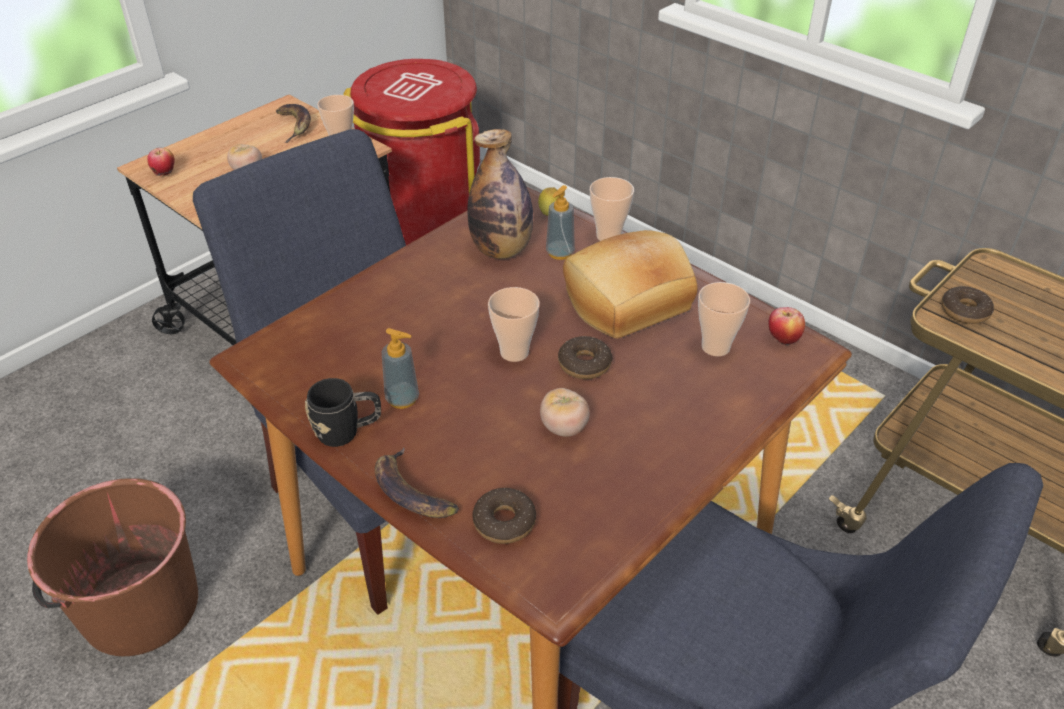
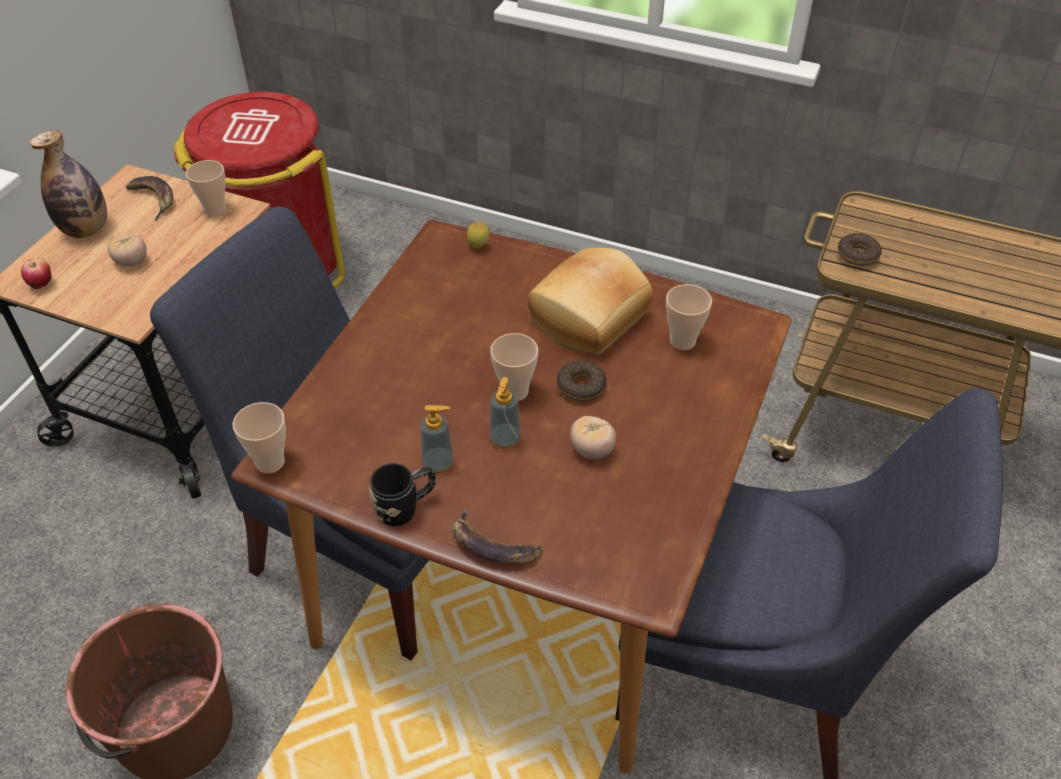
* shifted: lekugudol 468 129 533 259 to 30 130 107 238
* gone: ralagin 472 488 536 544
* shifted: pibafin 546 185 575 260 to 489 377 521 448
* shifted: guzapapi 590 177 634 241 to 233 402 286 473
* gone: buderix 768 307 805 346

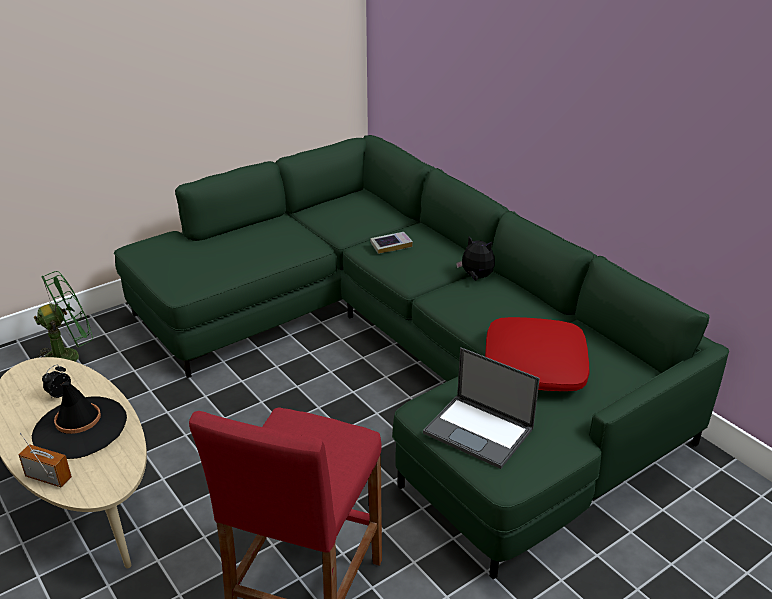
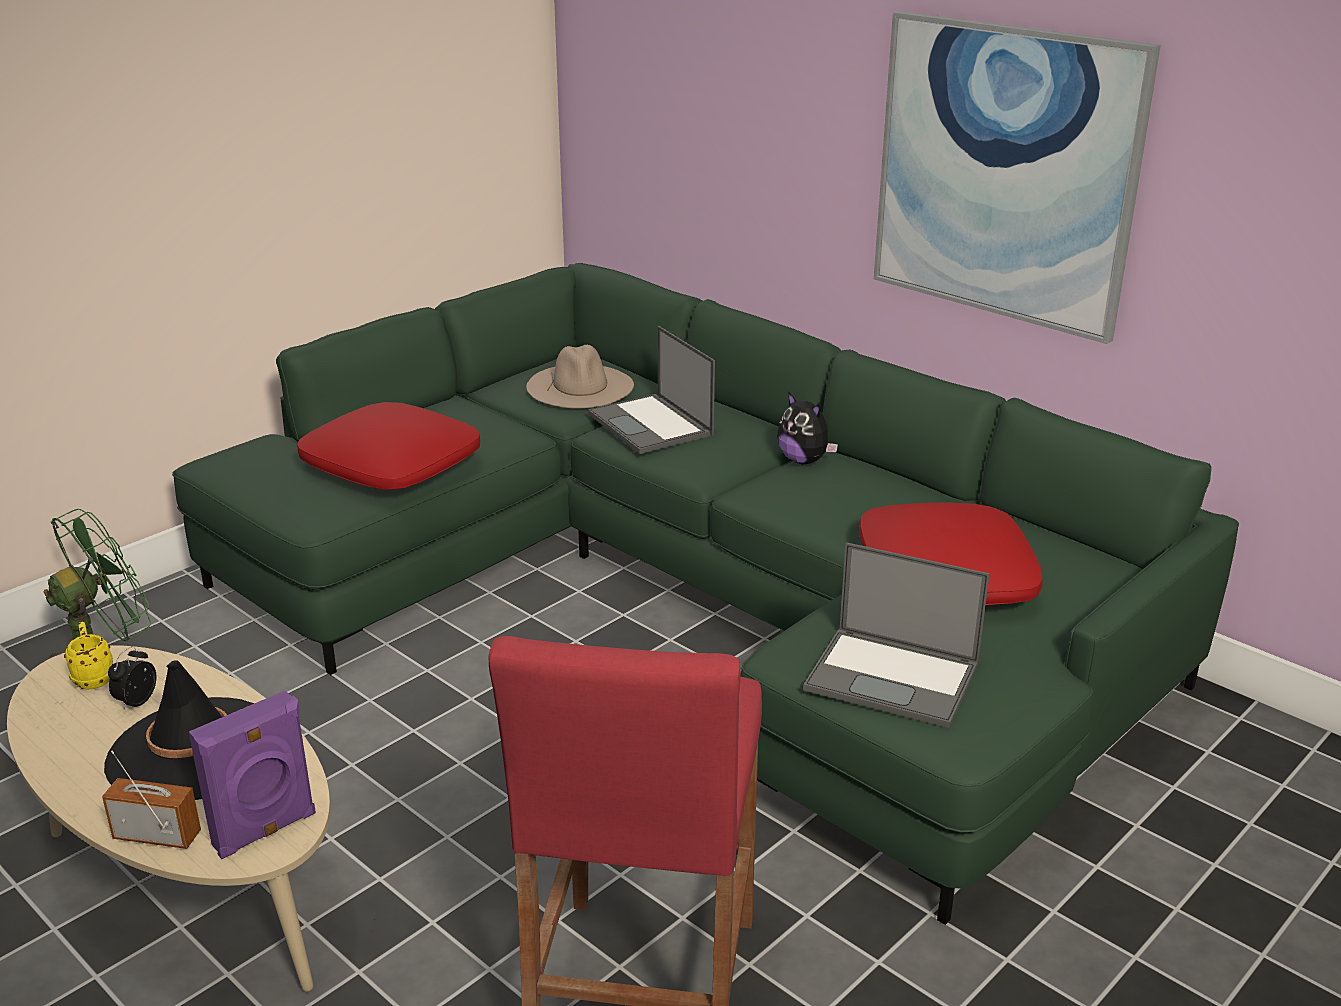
* swapped: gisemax 370 232 413 254 to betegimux 588 326 715 454
* rotated: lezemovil 456 237 495 281 = 777 392 838 464 150 degrees counterclockwise
* new: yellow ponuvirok 64 622 113 689
* new: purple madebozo 189 690 316 859
* new: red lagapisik 297 402 480 490
* new: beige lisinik 526 345 634 409
* new: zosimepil 874 11 1161 344

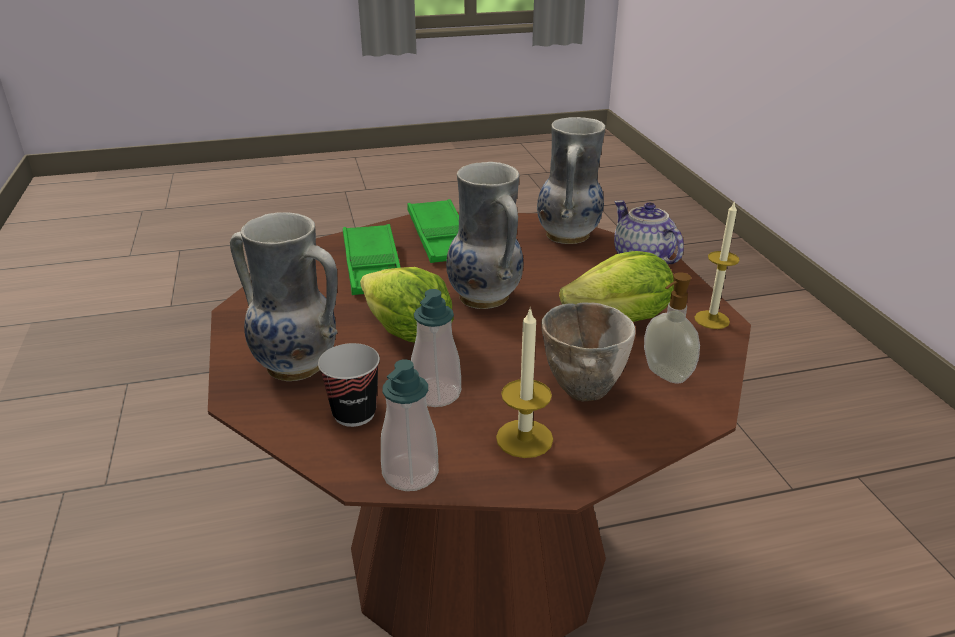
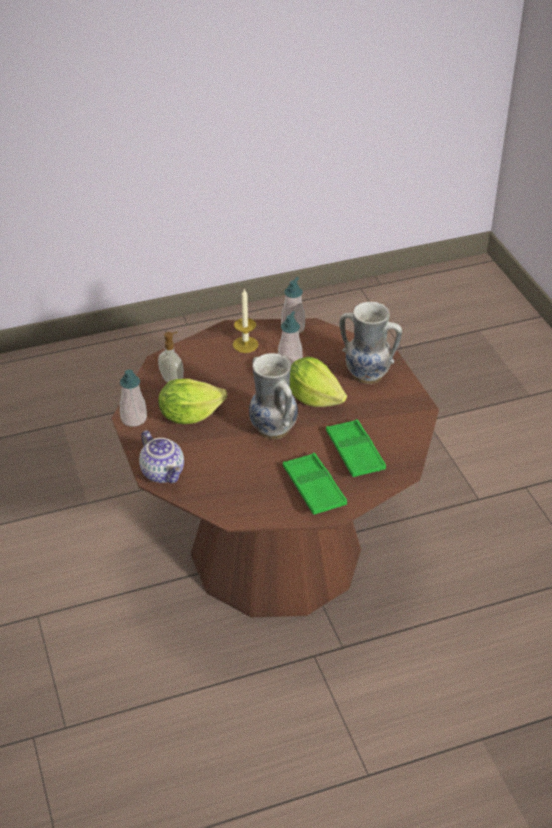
* gone: guzapapi 318 343 380 427
* gone: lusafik 537 117 605 244
* gone: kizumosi 541 302 635 401
* swapped: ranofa 695 201 740 329 to pibafin 120 369 147 427

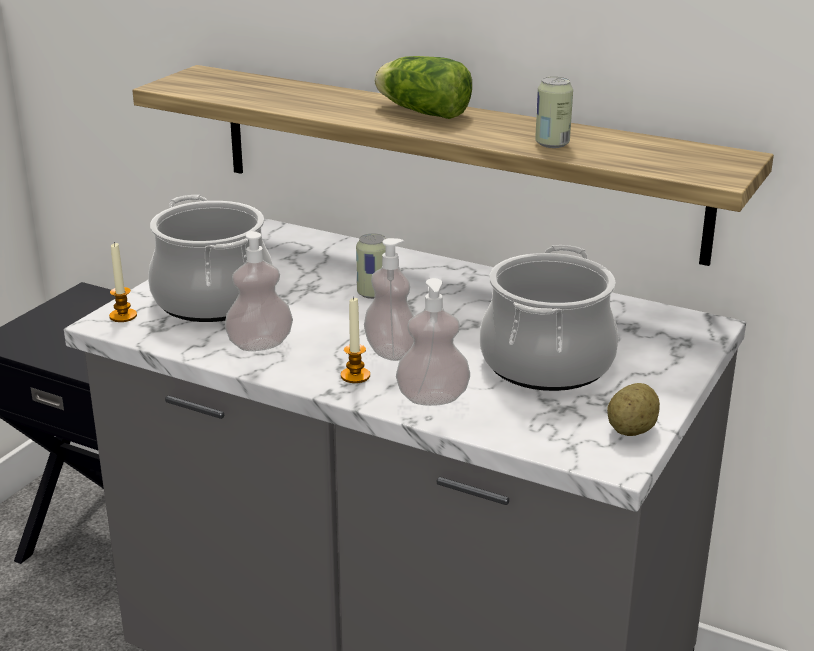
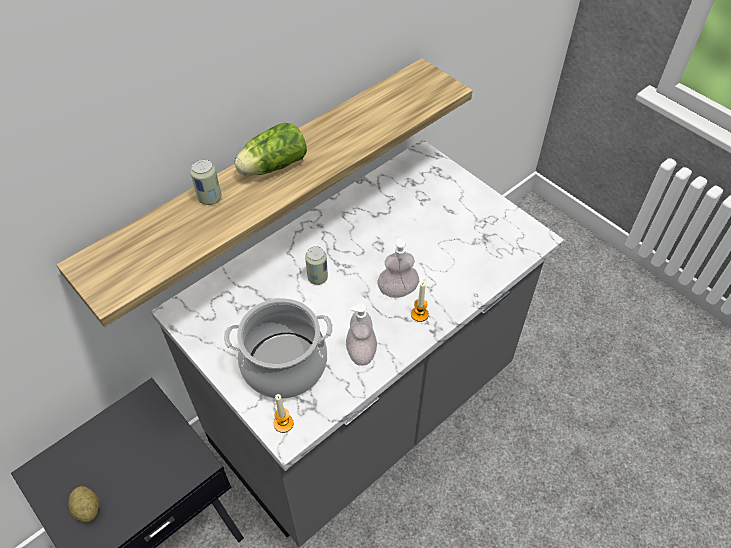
* gone: pibafin 396 278 470 406
* gone: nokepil 480 245 619 391
* shifted: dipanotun 535 77 573 148 to 190 159 222 205
* shifted: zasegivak 607 383 660 436 to 68 486 100 523

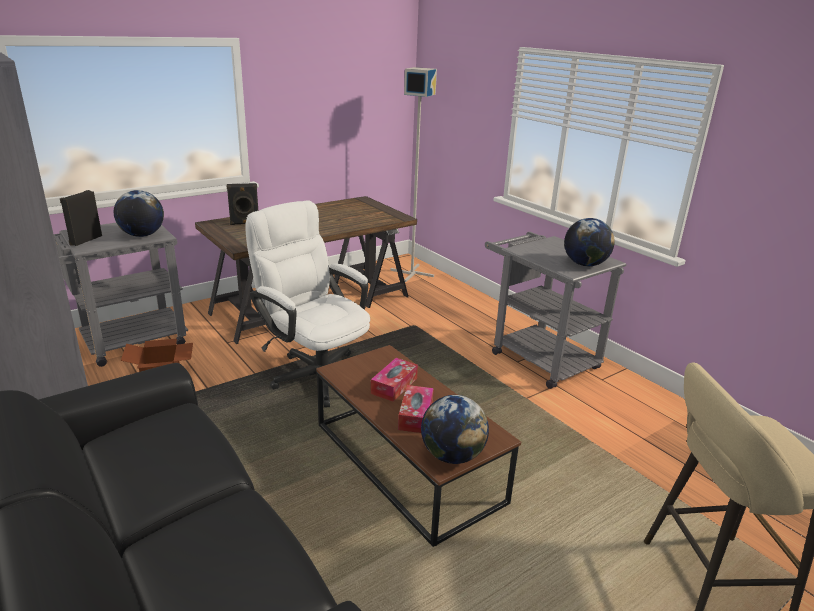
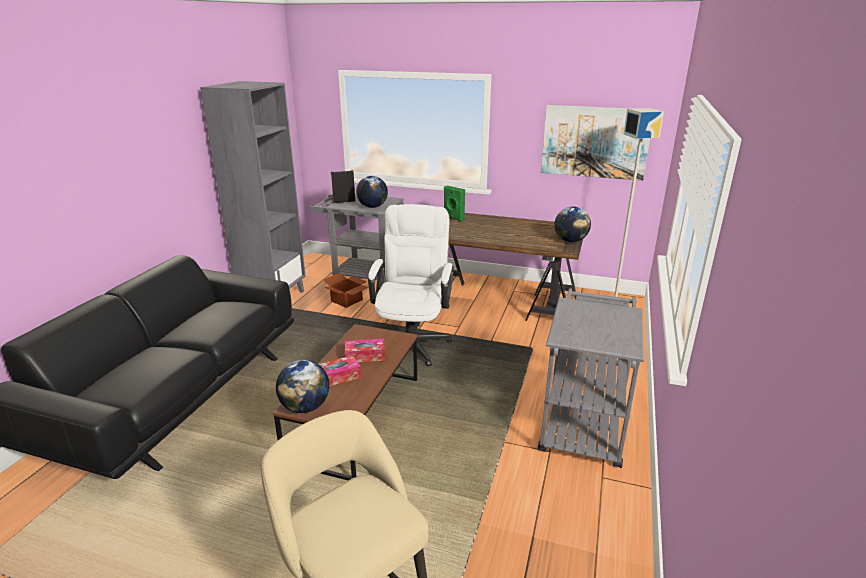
* repainted: black madebozo 226 183 258 225 to green madebozo 444 186 465 221
* shifted: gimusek 564 218 615 266 to 554 207 591 242
* new: zosimepil 541 105 650 181

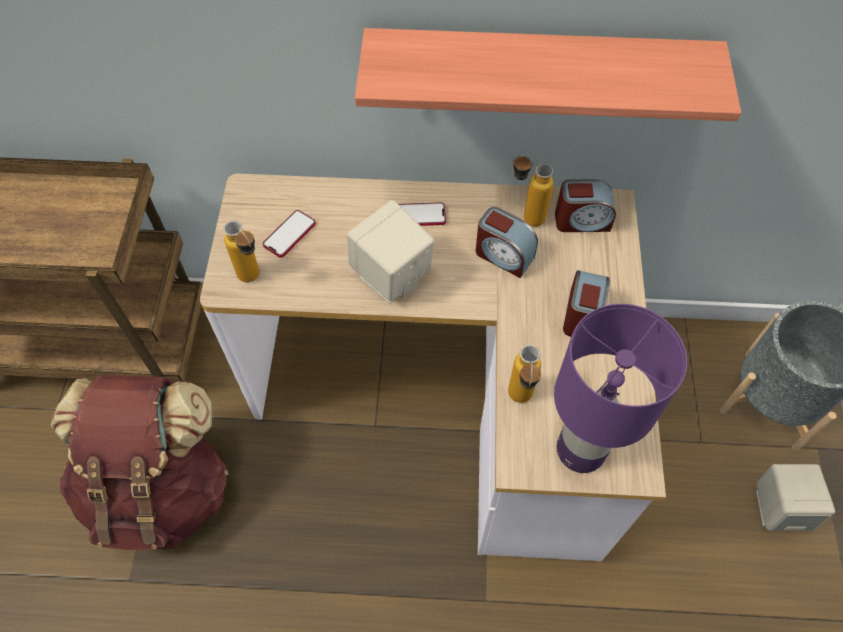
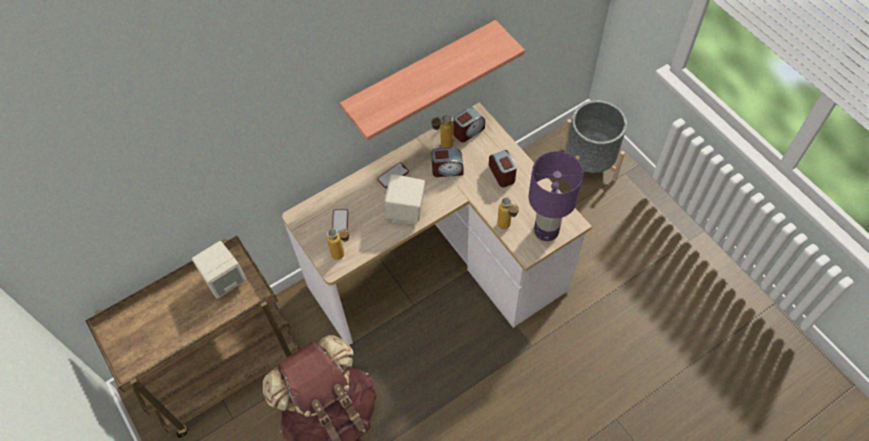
* shifted: beige madebozo 756 464 835 531 to 192 241 246 298

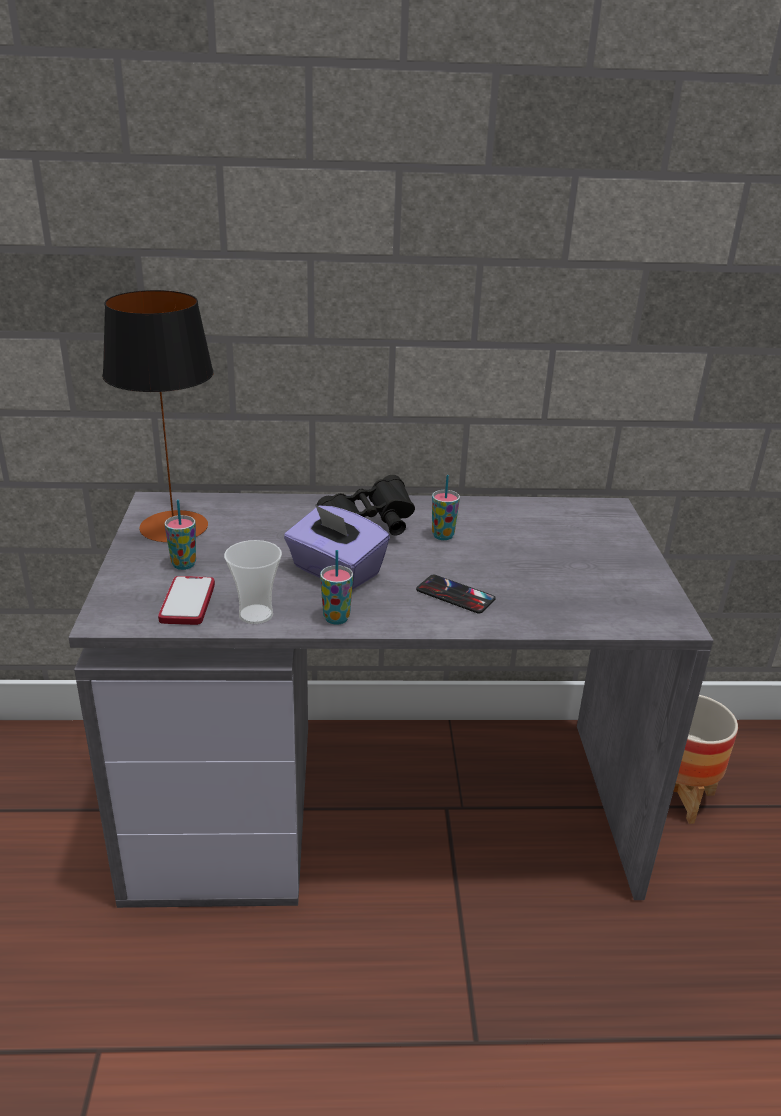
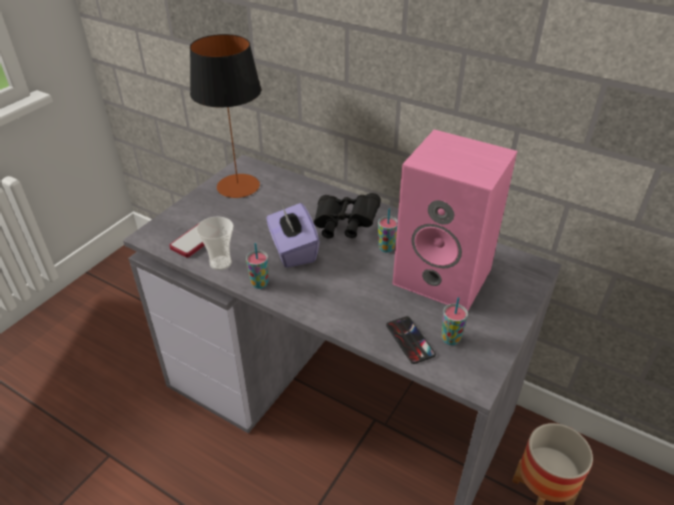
* shifted: guzapapi 165 500 196 570 to 441 297 468 345
* shifted: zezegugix 416 575 496 613 to 386 316 436 364
* new: pink madebozo 392 129 517 311

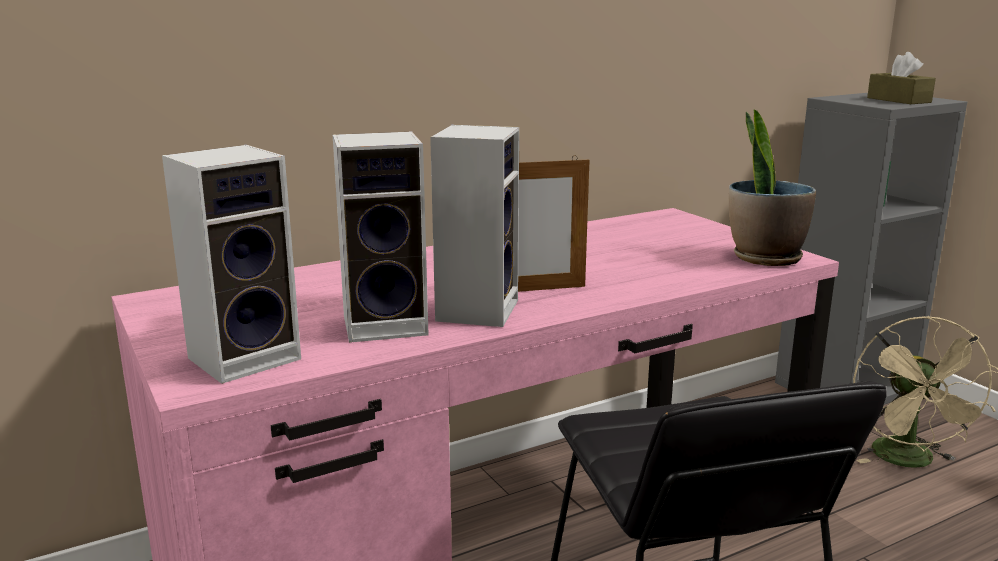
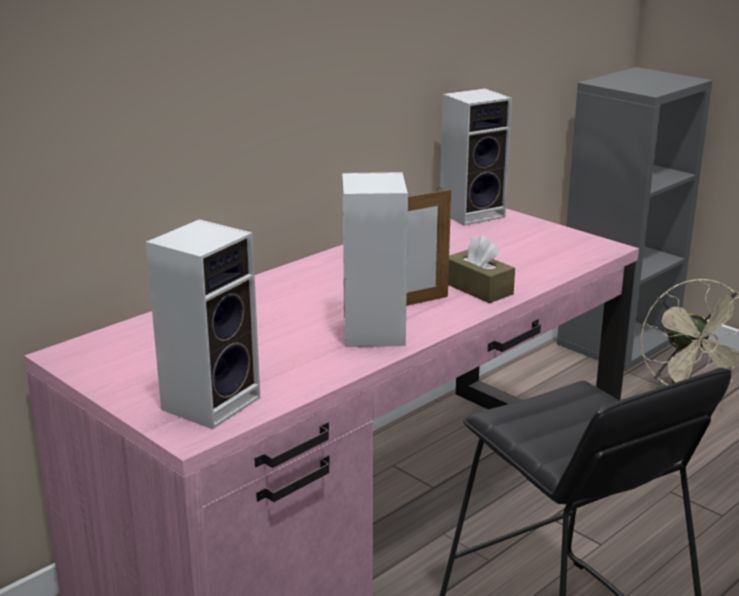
* shifted: madebozo 332 131 429 343 to 440 88 512 226
* gone: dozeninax 729 109 816 266
* shifted: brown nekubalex 867 52 936 104 to 448 235 515 303

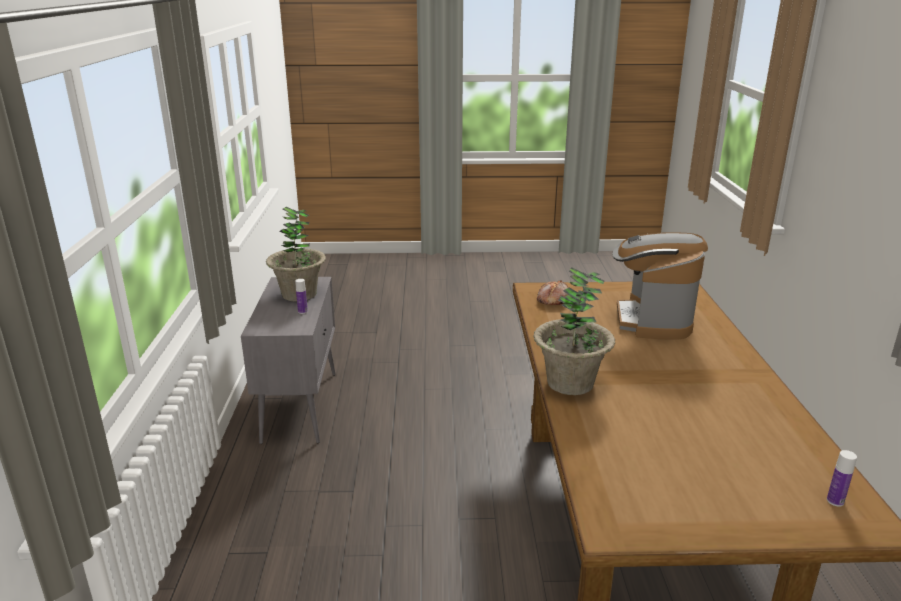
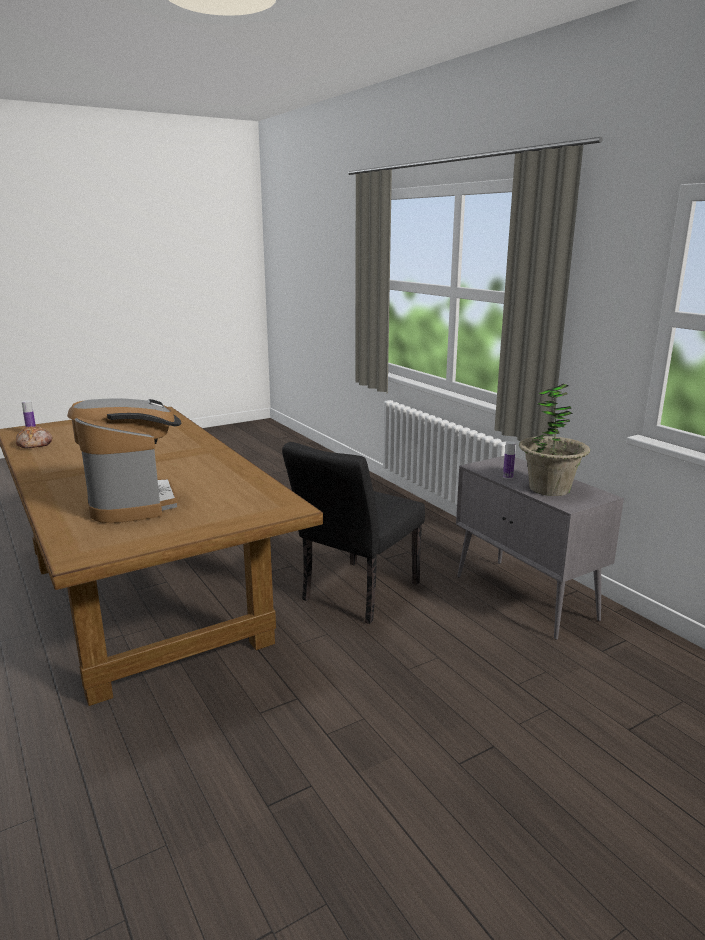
* gone: dozeninax 533 267 615 395
* shifted: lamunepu 537 280 569 305 to 16 426 52 448
* new: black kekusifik 282 442 425 624

